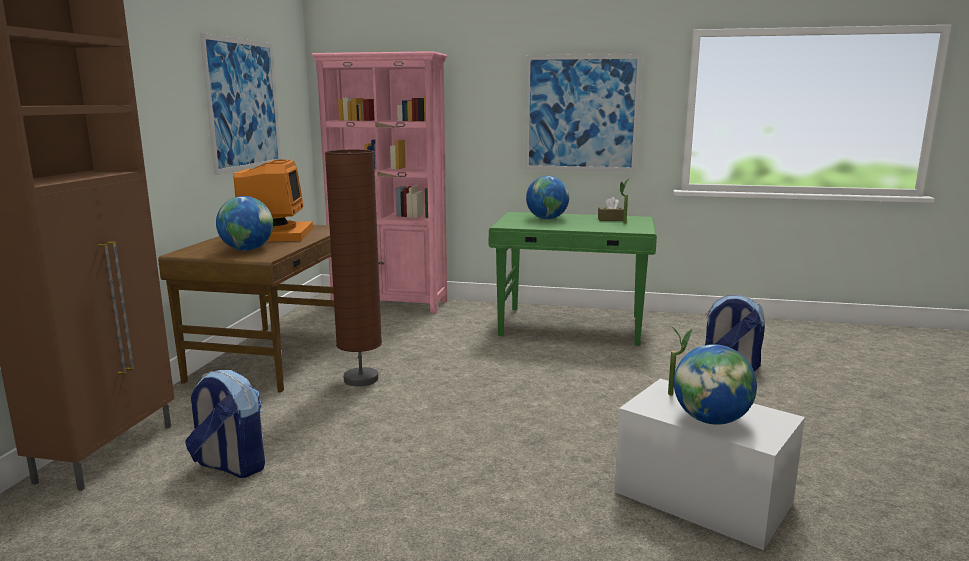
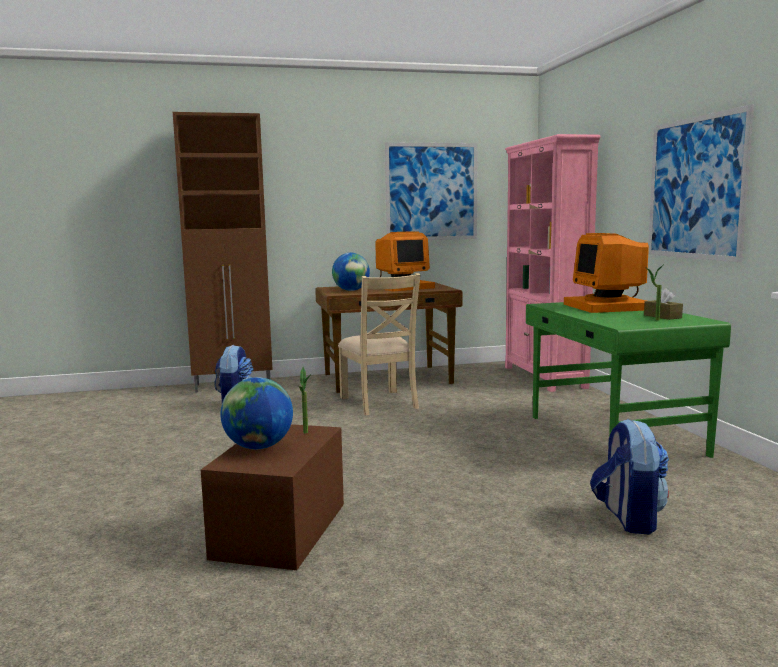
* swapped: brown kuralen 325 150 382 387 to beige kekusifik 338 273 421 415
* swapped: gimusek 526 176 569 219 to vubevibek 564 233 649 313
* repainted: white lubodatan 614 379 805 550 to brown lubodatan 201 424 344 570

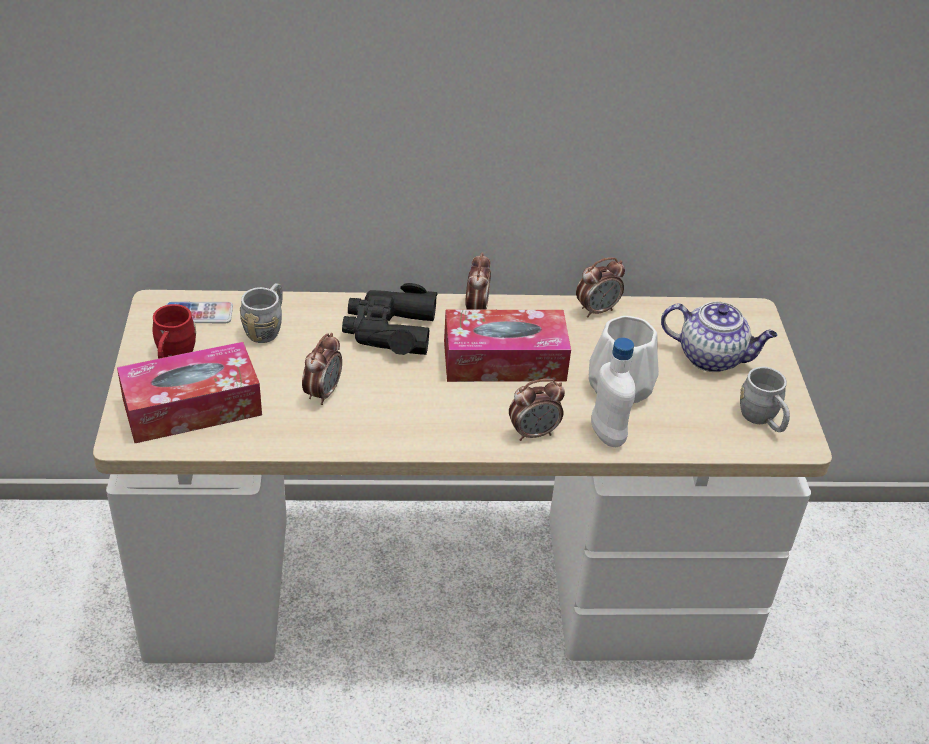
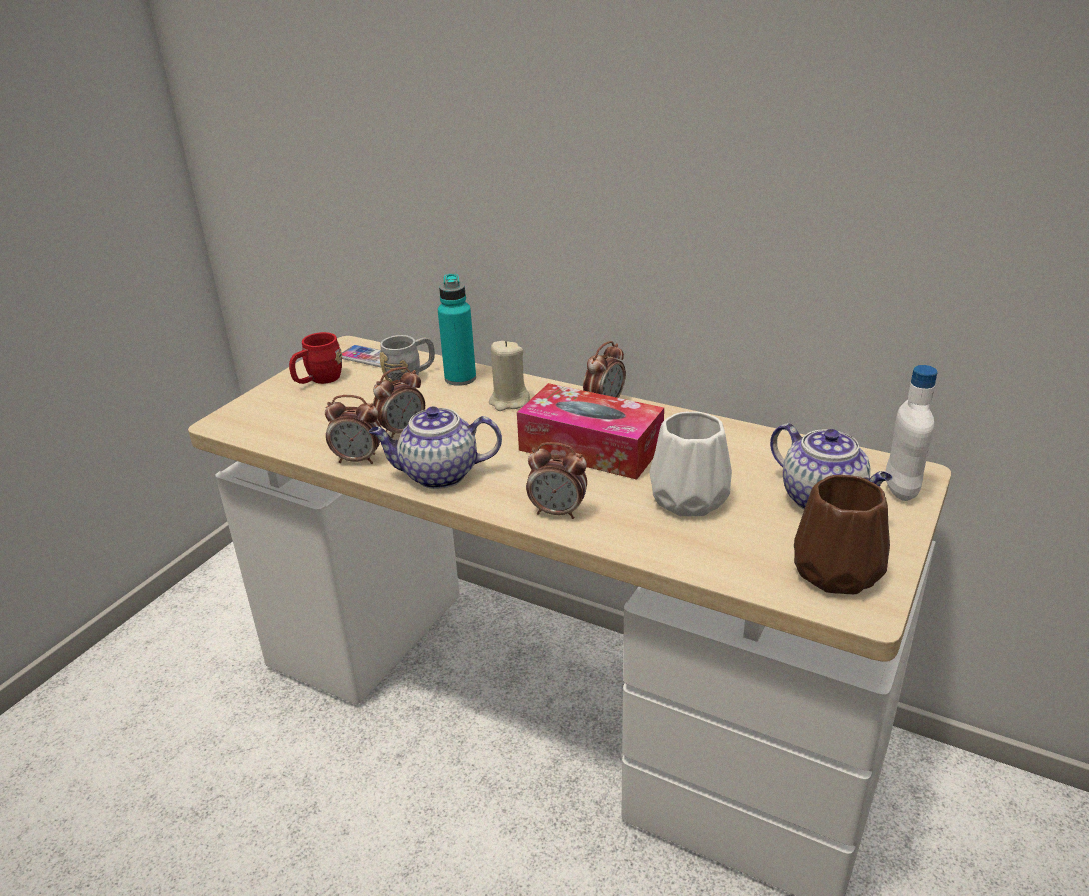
* gone: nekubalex 117 342 262 443
* swapped: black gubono 342 283 438 355 to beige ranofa 489 340 530 411
* shifted: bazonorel 576 257 625 318 to 325 395 381 464
* shifted: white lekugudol 591 338 636 447 to 886 365 938 501
* swapped: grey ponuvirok 740 367 790 432 to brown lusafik 794 475 890 594
* new: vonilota 369 406 502 489
* new: turquoise lekugudol 438 273 476 386

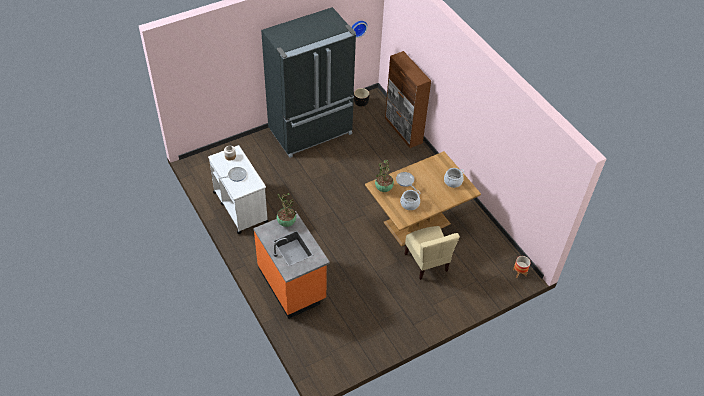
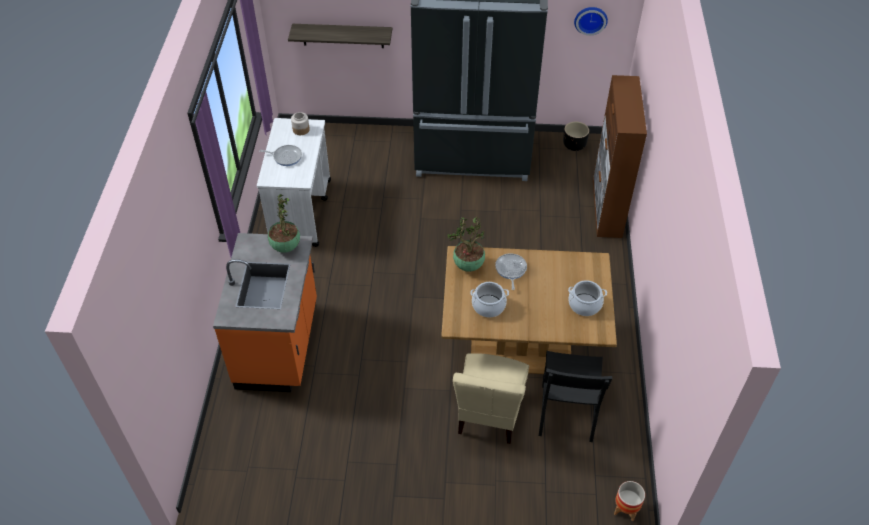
* new: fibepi 288 24 392 48
* new: black kekusifik 539 351 612 442

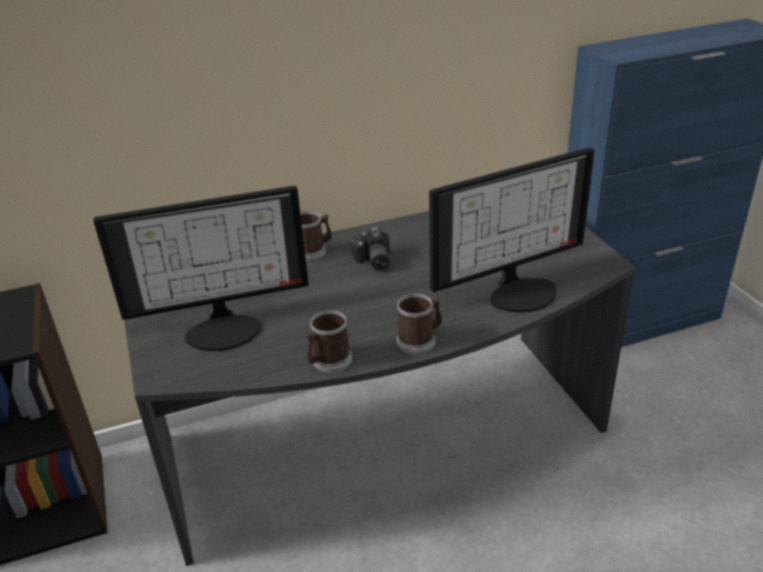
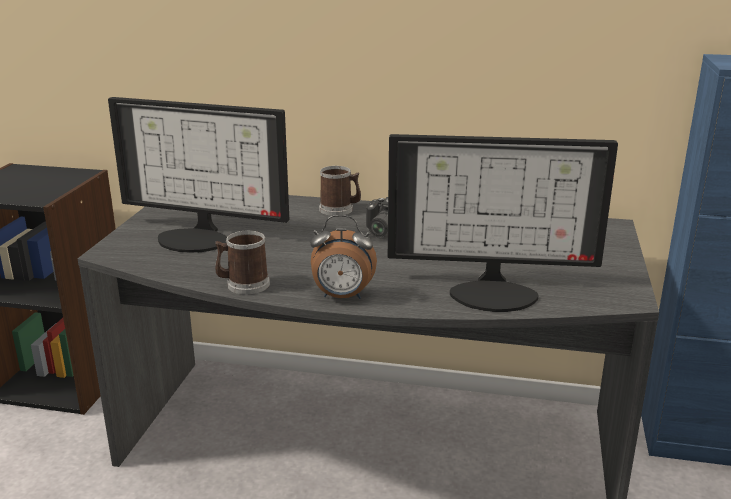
* swapped: ponuvirok 397 294 442 354 to bazonorel 310 215 377 299

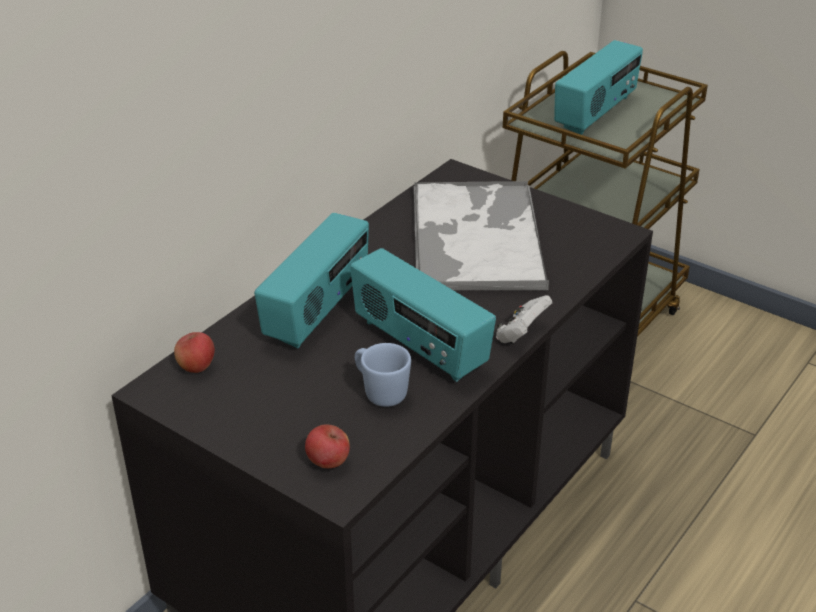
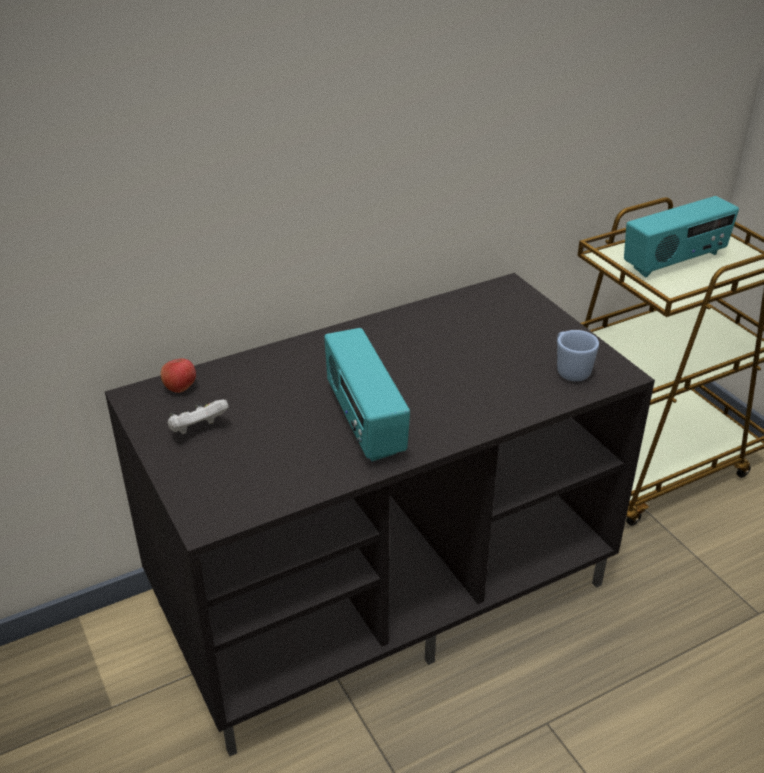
* gone: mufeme 254 213 369 348
* gone: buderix 305 424 350 468
* shifted: blue ponuvirok 355 343 411 407 to 557 330 599 381
* gone: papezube 414 181 549 290
* shifted: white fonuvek 496 295 552 343 to 168 399 229 434

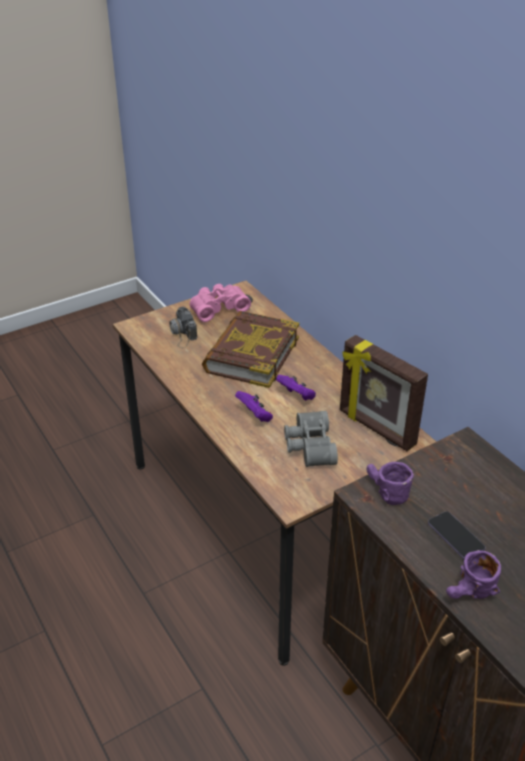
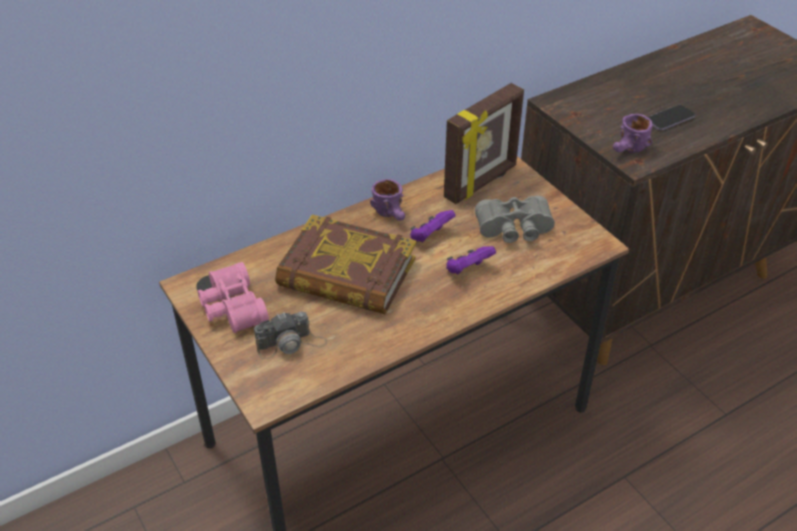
* shifted: purple ponuvirok 446 550 501 599 to 370 179 405 221

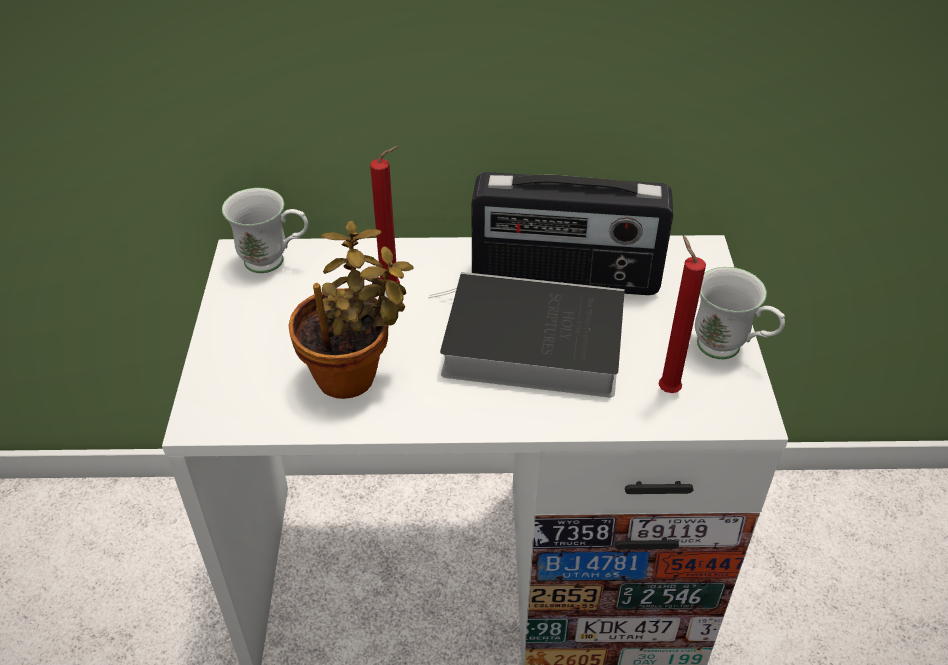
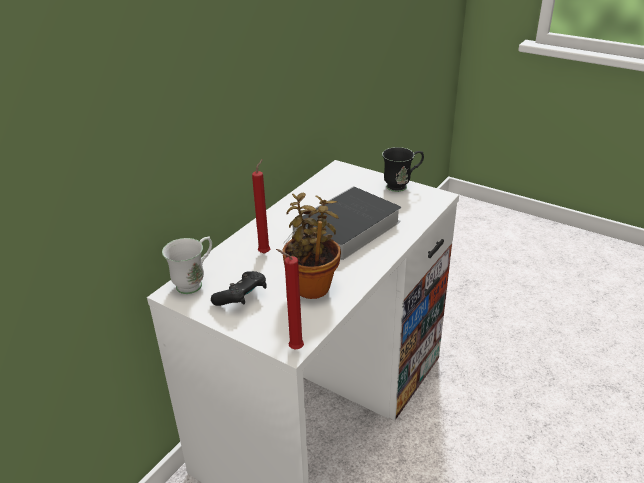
* gone: mufeme 472 172 673 295
* shifted: red ranofa 659 235 706 393 to 276 249 304 349
* repainted: white ponuvirok 695 267 785 359 to black ponuvirok 382 147 424 192
* new: black fonuvek 211 271 266 306

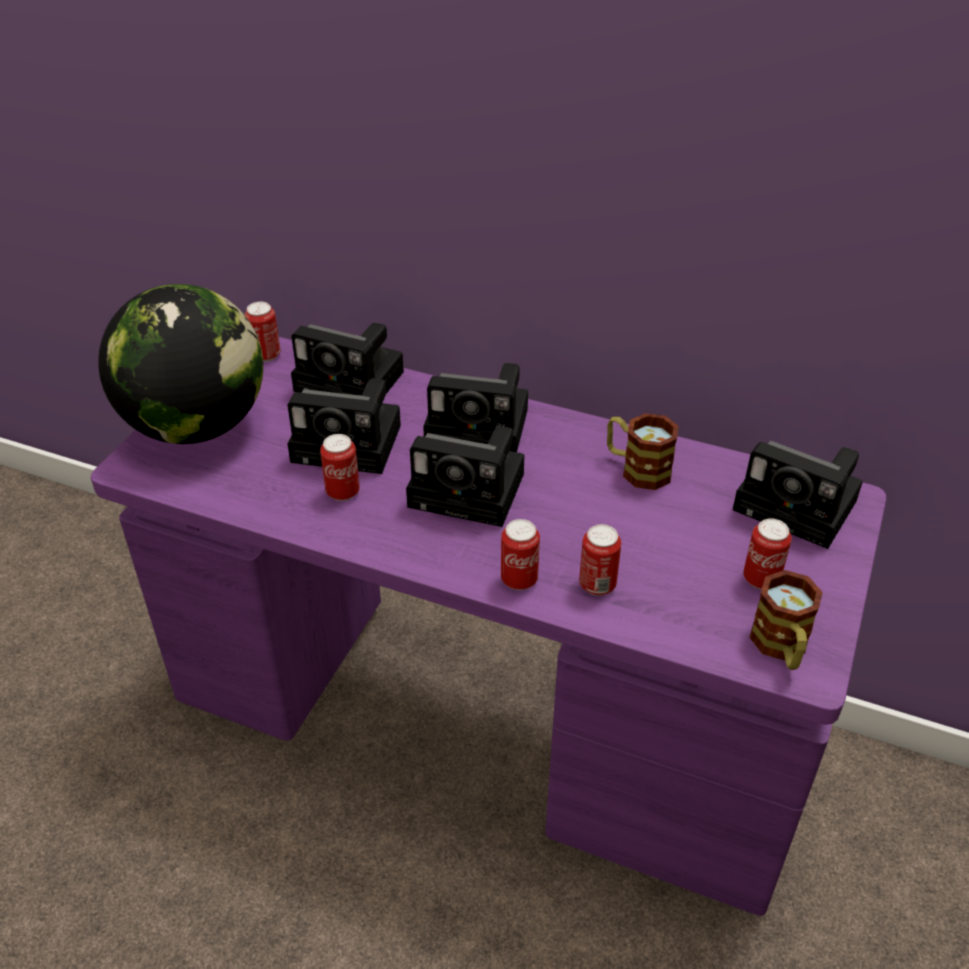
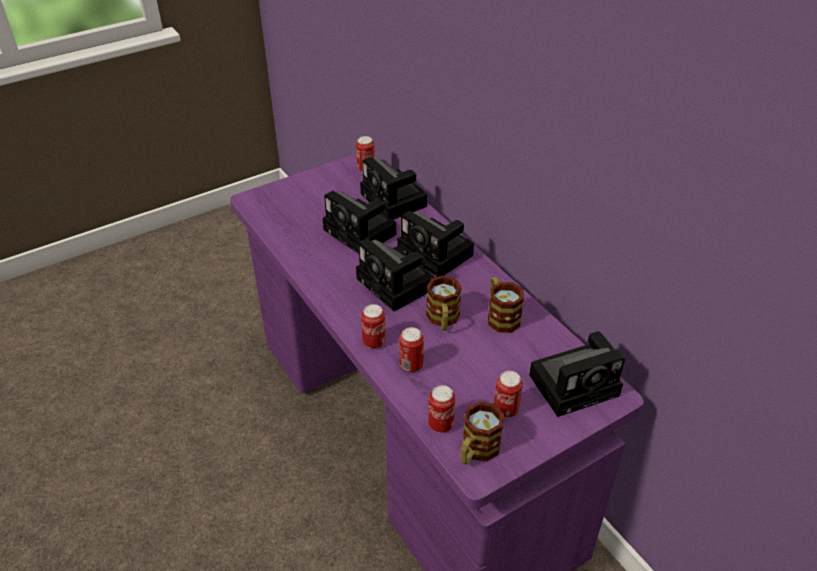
* gone: gimusek 98 284 264 444
* shifted: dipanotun 320 434 360 501 to 428 385 456 433
* rotated: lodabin 733 441 863 549 = 529 331 625 417 90 degrees counterclockwise
* new: ponuvirok 426 275 462 331

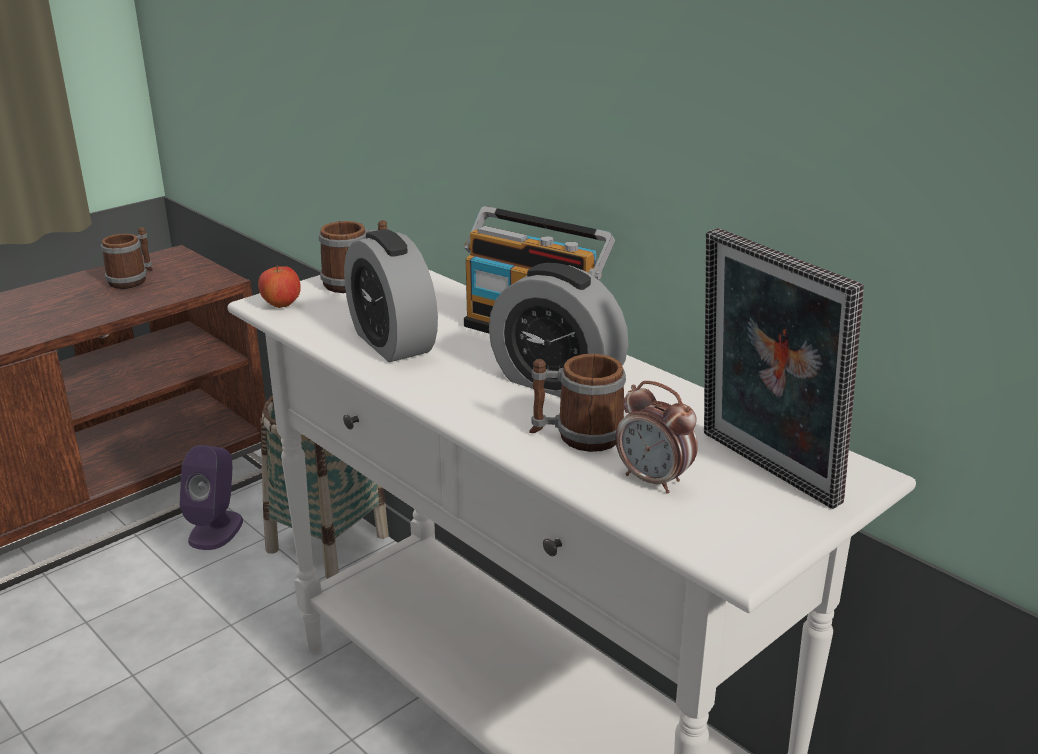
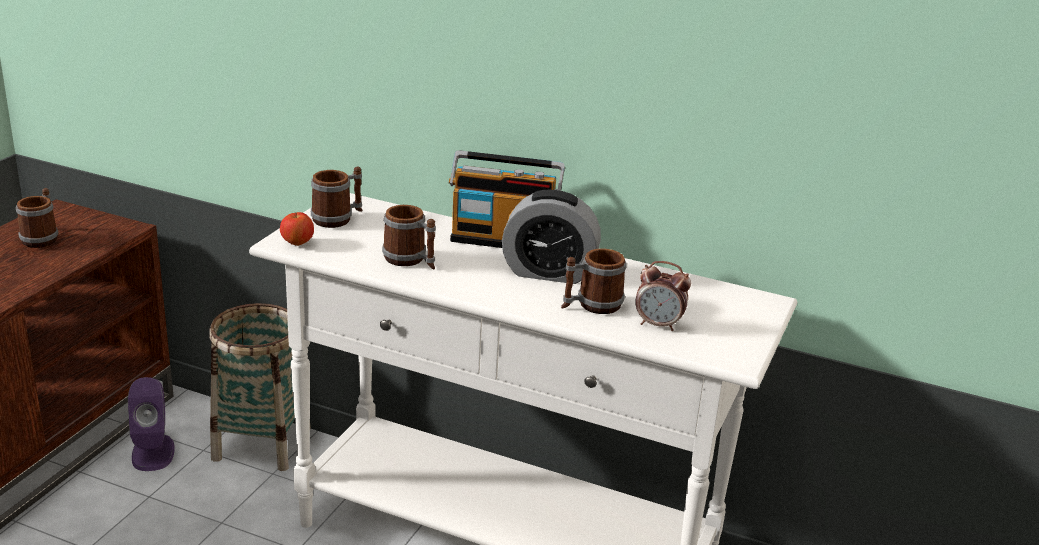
* swapped: bazonorel 344 229 438 362 to ponuvirok 382 205 436 269
* gone: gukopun 704 228 864 509

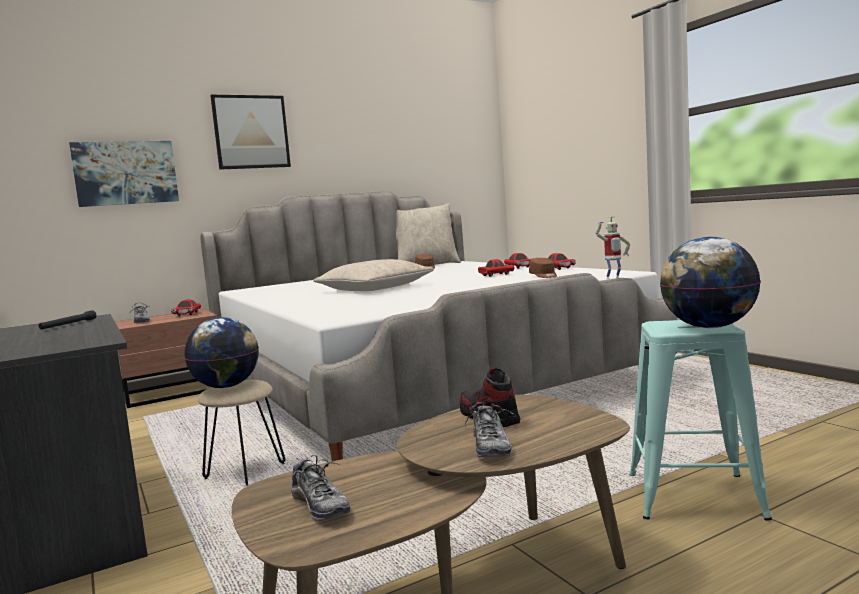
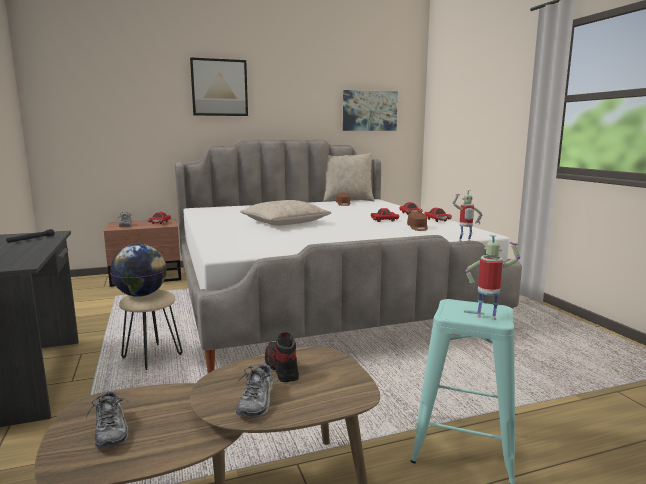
* shifted: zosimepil 69 141 179 207 to 343 90 398 131
* swapped: gimusek 660 237 761 328 to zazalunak 465 235 520 320

